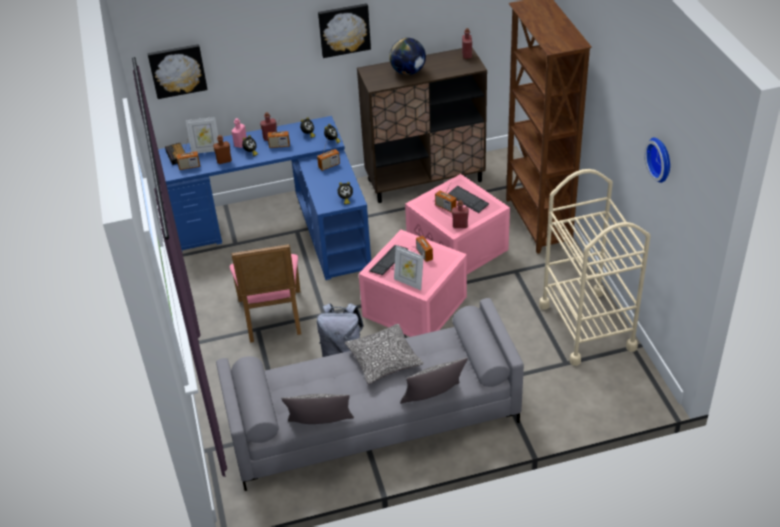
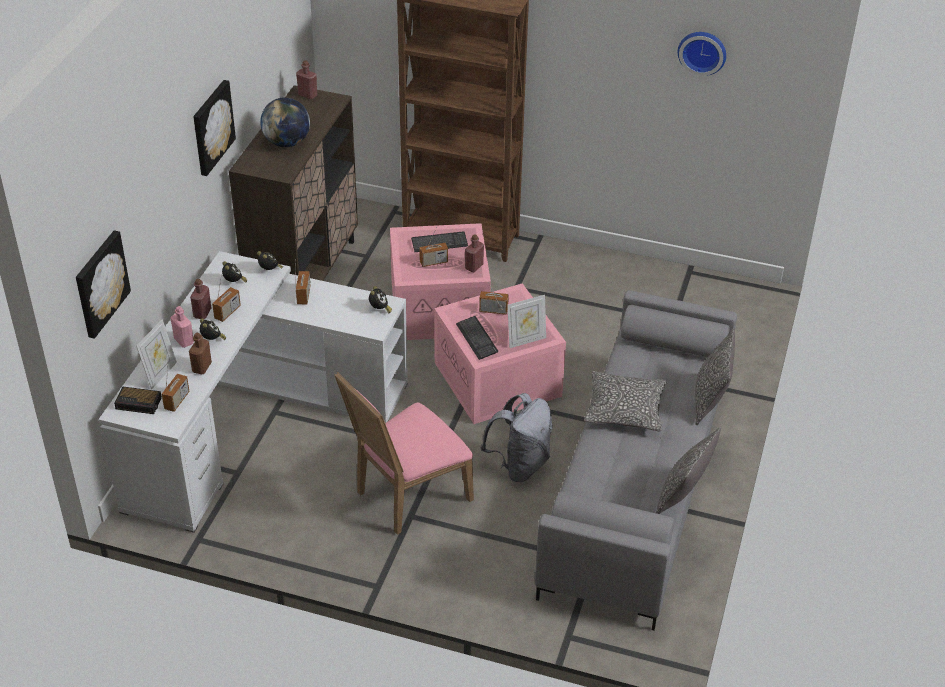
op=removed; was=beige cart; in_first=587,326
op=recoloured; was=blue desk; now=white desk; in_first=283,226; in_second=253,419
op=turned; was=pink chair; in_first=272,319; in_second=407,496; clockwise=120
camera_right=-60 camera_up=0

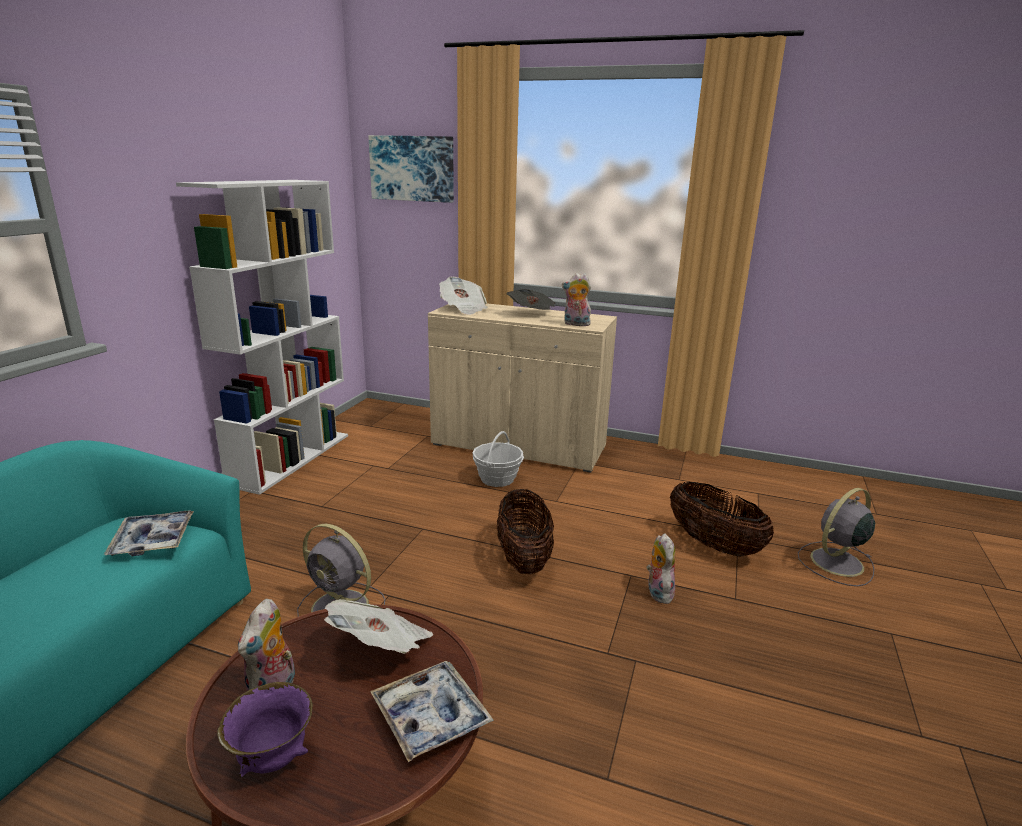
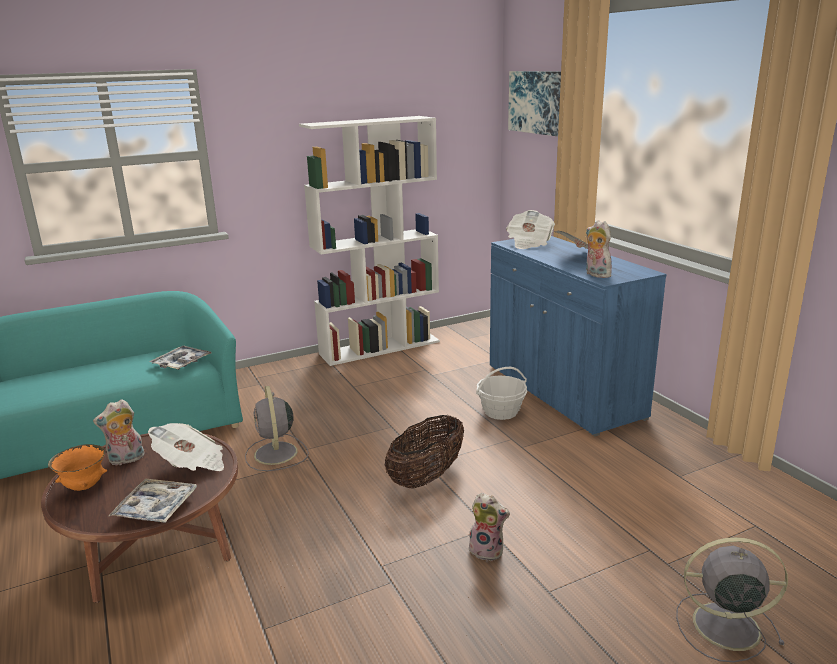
op=removed; was=basket; in_first=713,545
op=recoloured; was=purple bowl; now=orange bowl; in_first=272,759; in_second=84,487
op=recoloured; was=beige cabinet; now=blue cabinet; in_first=518,446; in_second=562,391
op=turned; was=plush toy; in_first=657,592; in_second=487,550; clockwise=75
camera_right=45 camera_up=0

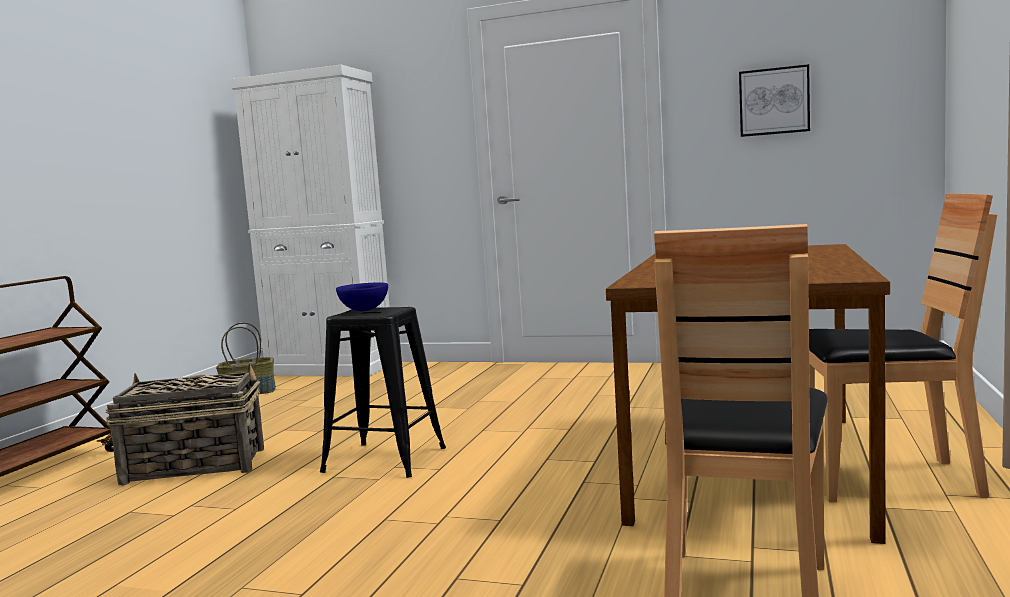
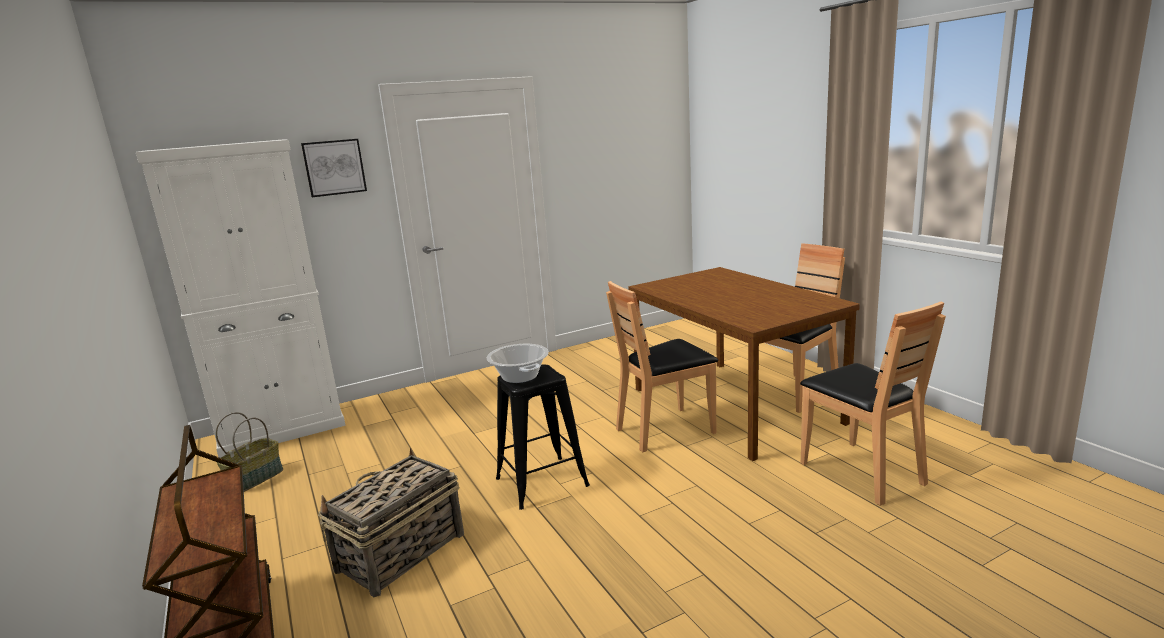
op=added; now=brown chair; in_second=665,430
op=moved; was=picture; in_first=774,101; in_second=334,167
op=replaced; was=blue bowl; now=cooking pot; in_first=364,310; in_second=520,376
camera_right=-45 camera_up=10

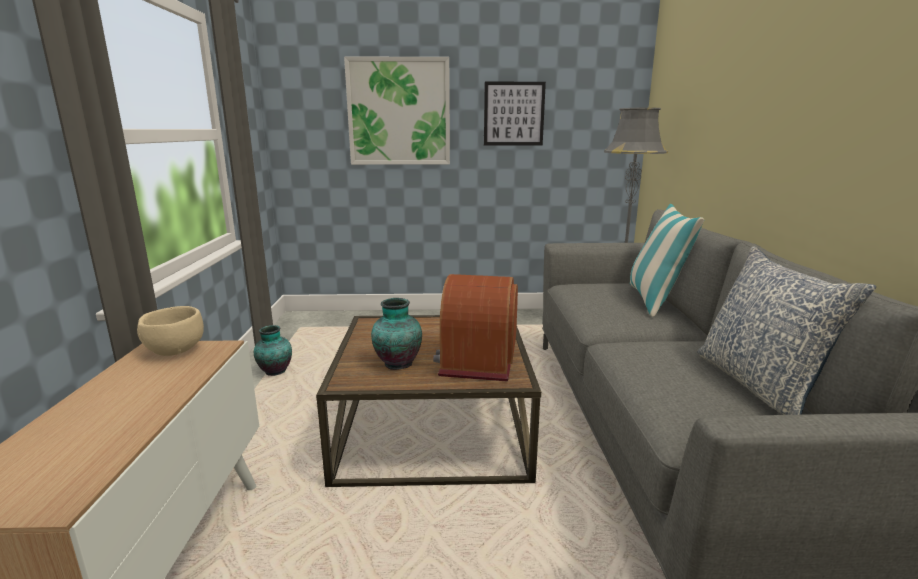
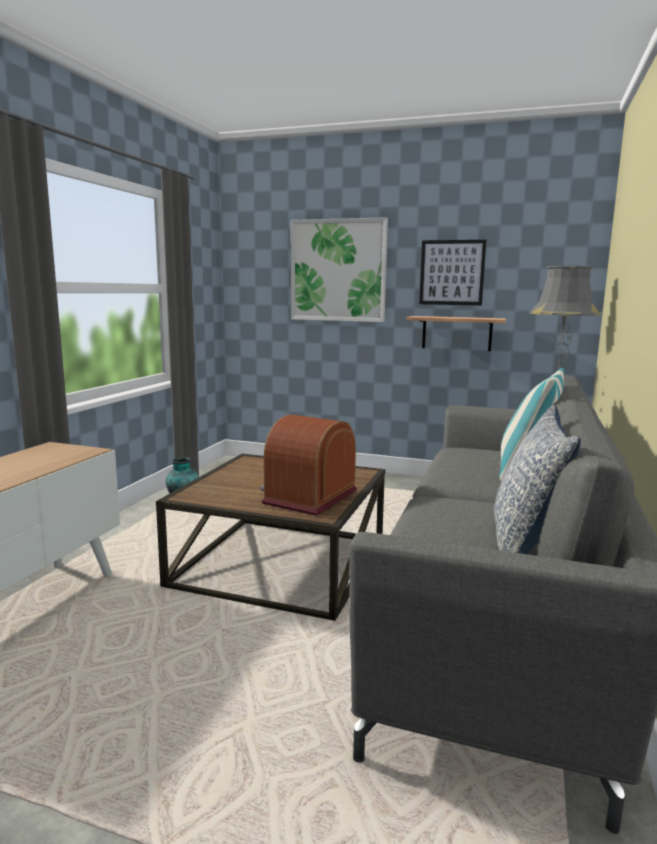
op=removed; was=beige bowl; in_first=175,351
op=removed; was=vase; in_first=397,363
op=added; now=shelf; in_second=456,333
camera_right=20 camera_up=-5

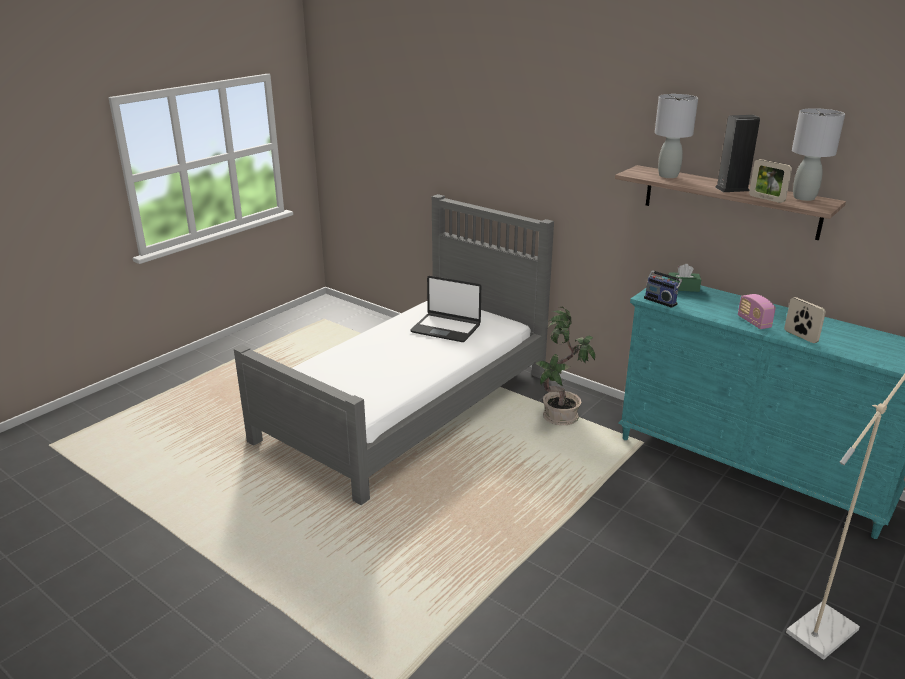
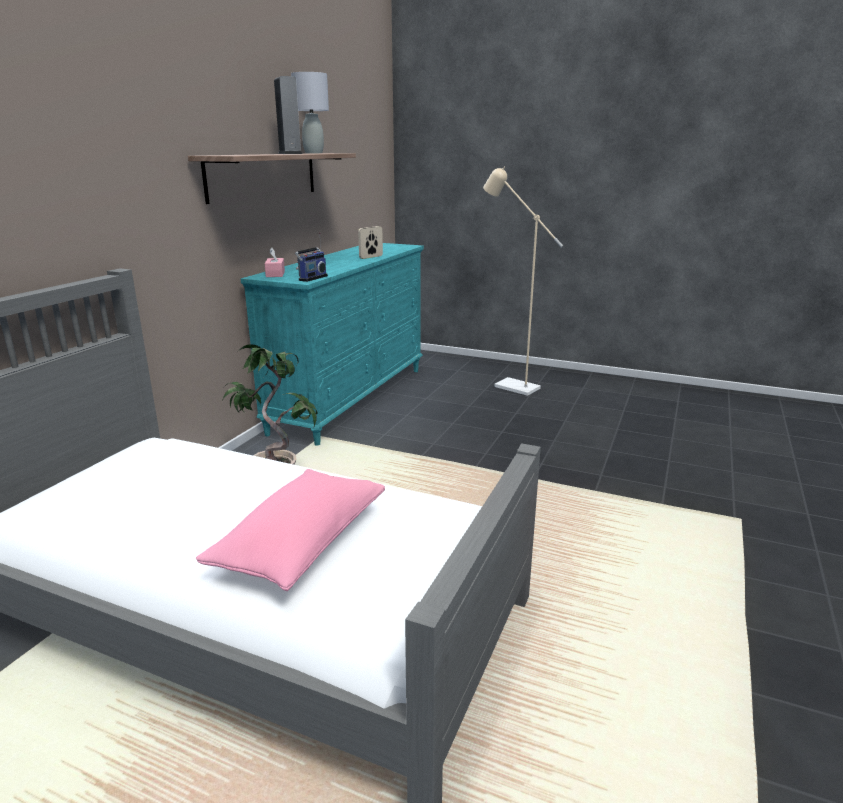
op=removed; was=laptop; in_first=446,328
op=removed; was=grey table lamp; in_first=668,176
op=removed; was=radio; in_first=753,322
op=removed; was=picture frame; in_first=766,199
op=added; now=pink pillow; in_second=301,544
op=recoloured; was=green tissue box; now=pink tissue box; in_first=683,288; in_second=275,274
camera_right=-105 camera_up=-5

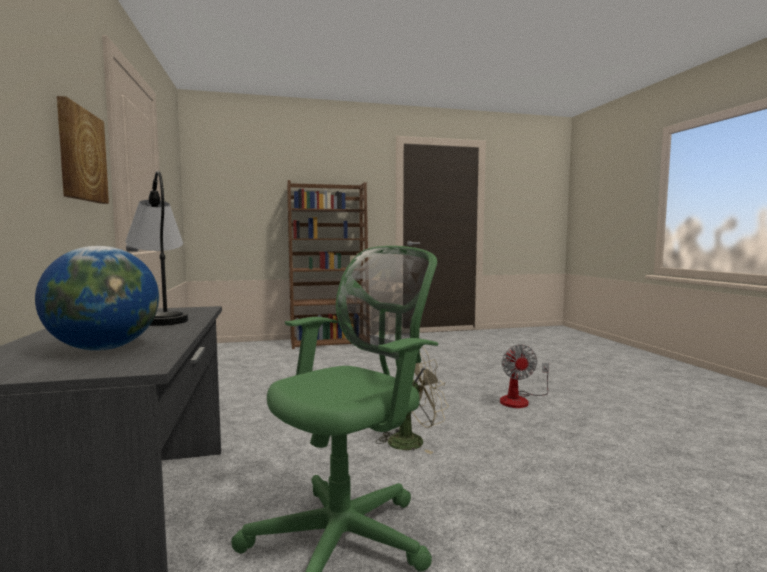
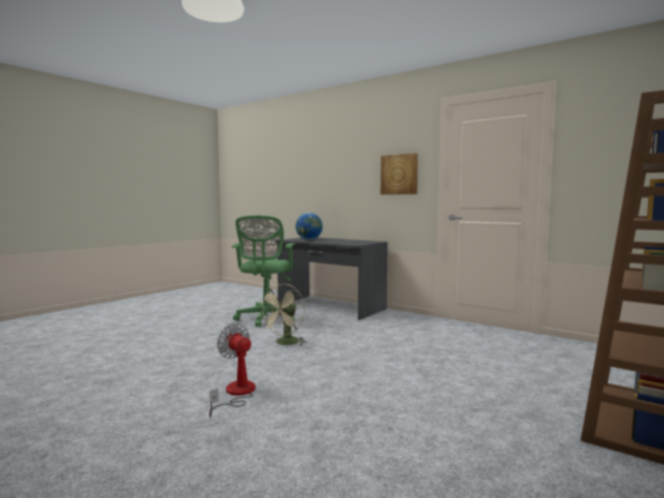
op=removed; was=table lamp; in_first=162,317
camera_right=140 camera_up=0

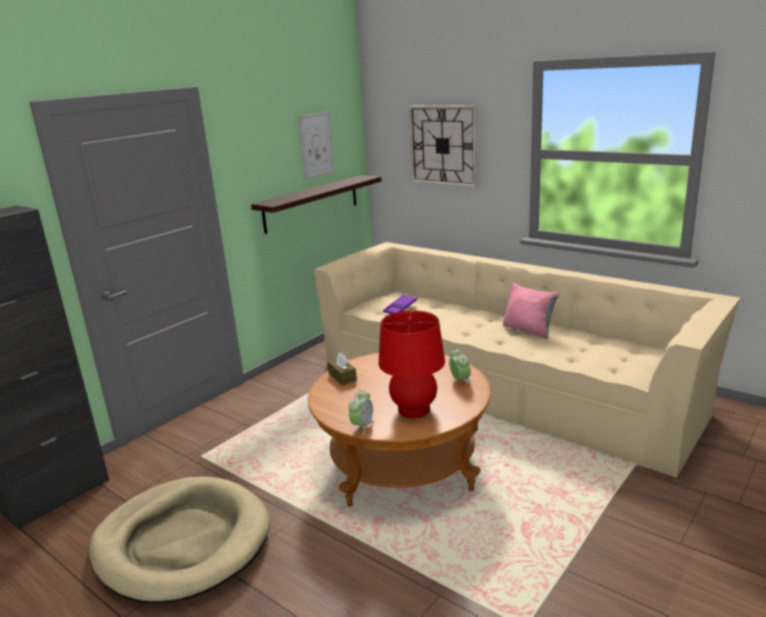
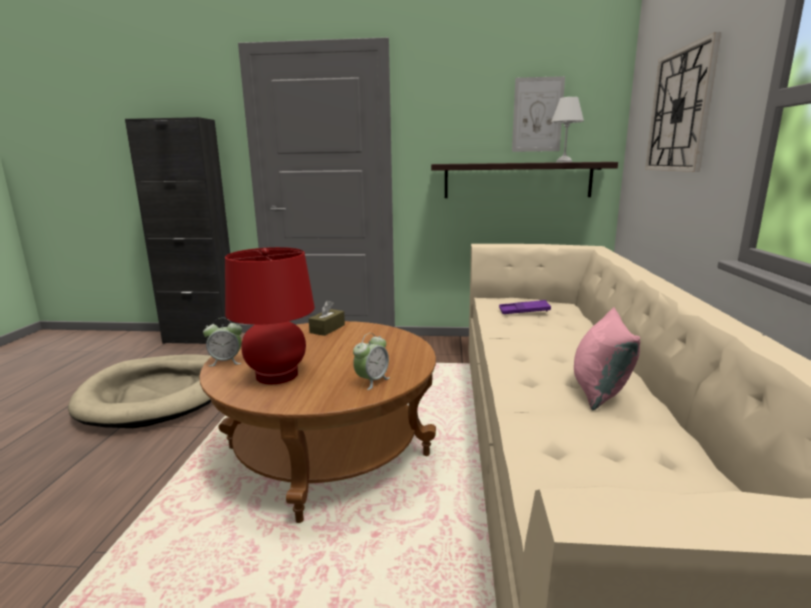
op=added; now=white table lamp; in_second=563,162
camera_right=55 camera_up=-5

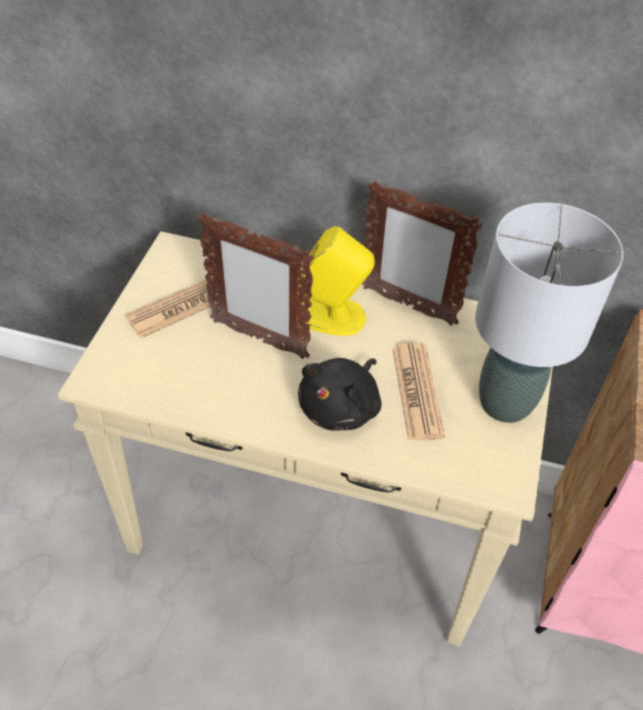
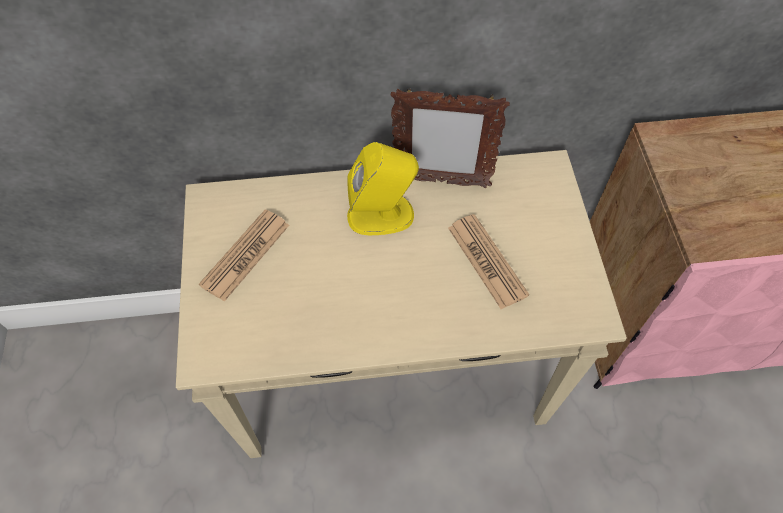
op=removed; was=picture frame; in_first=258,339
op=removed; was=black plush toy; in_first=341,407
op=removed; was=grey table lamp; in_first=506,403
camera_right=-20 camera_up=10

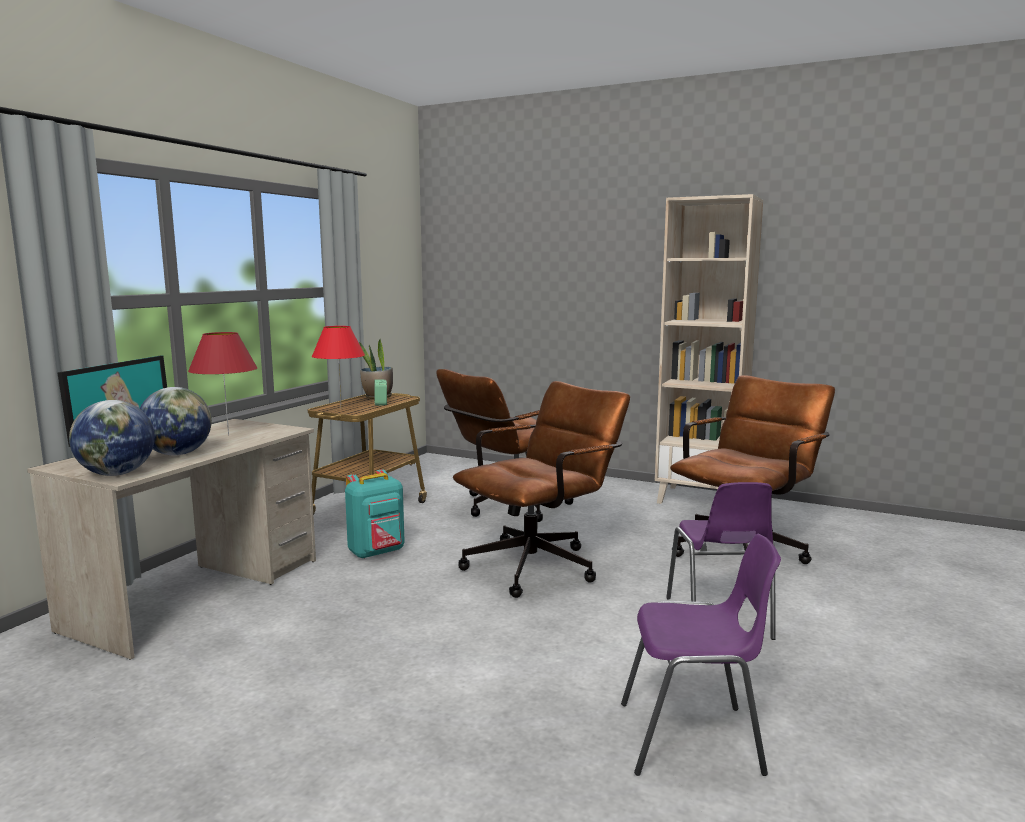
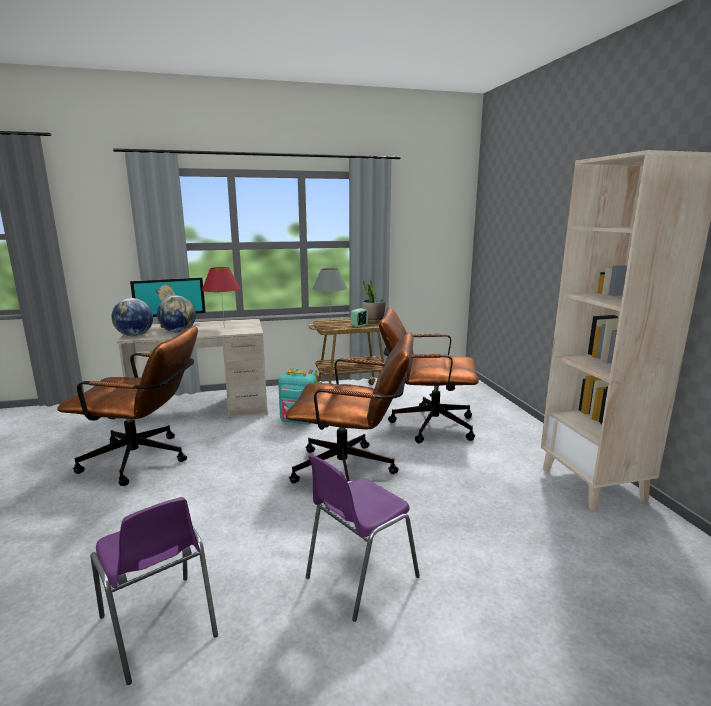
op=moved; was=brown office chair; in_first=744,549; in_second=144,460
op=recoloured; was=red table lamp; now=grey table lamp; in_first=341,409; in_second=330,324
camera_right=50 camera_up=5

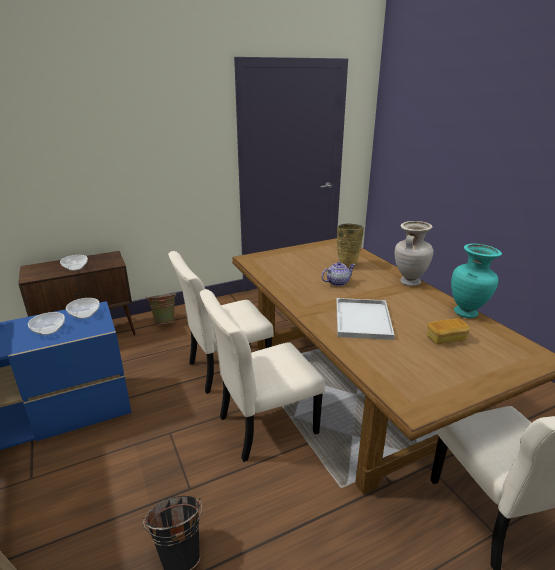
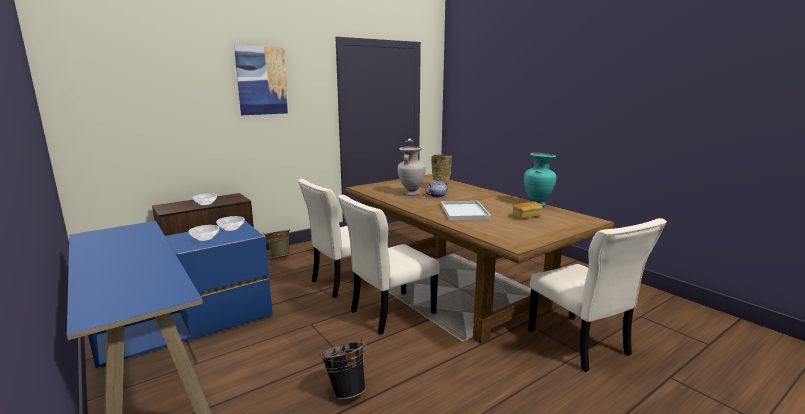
op=added; now=picture; in_second=262,81
op=moved; was=beige vase; in_first=409,282; in_second=411,194
camera_right=-10 camera_up=-10

